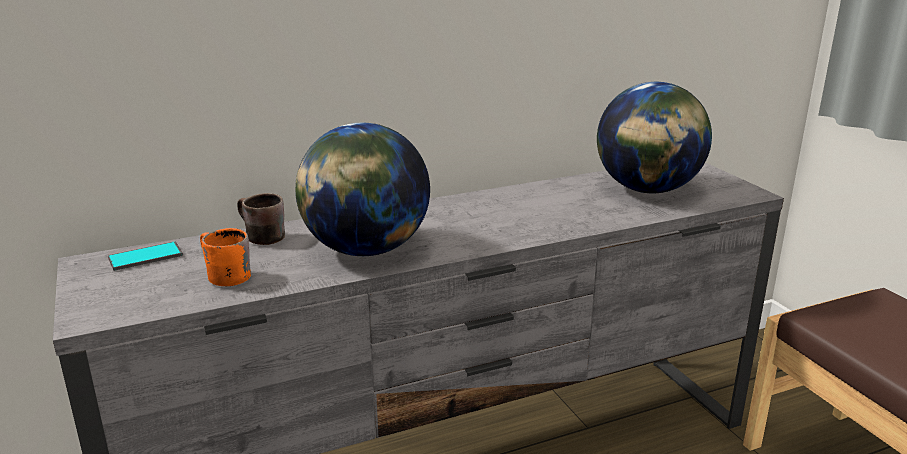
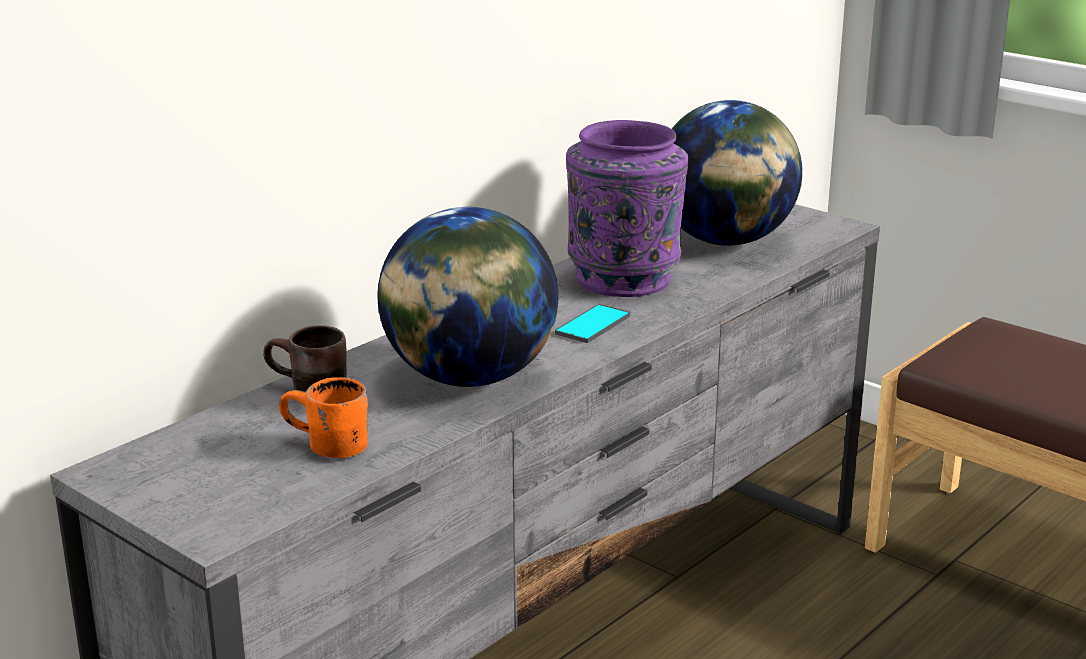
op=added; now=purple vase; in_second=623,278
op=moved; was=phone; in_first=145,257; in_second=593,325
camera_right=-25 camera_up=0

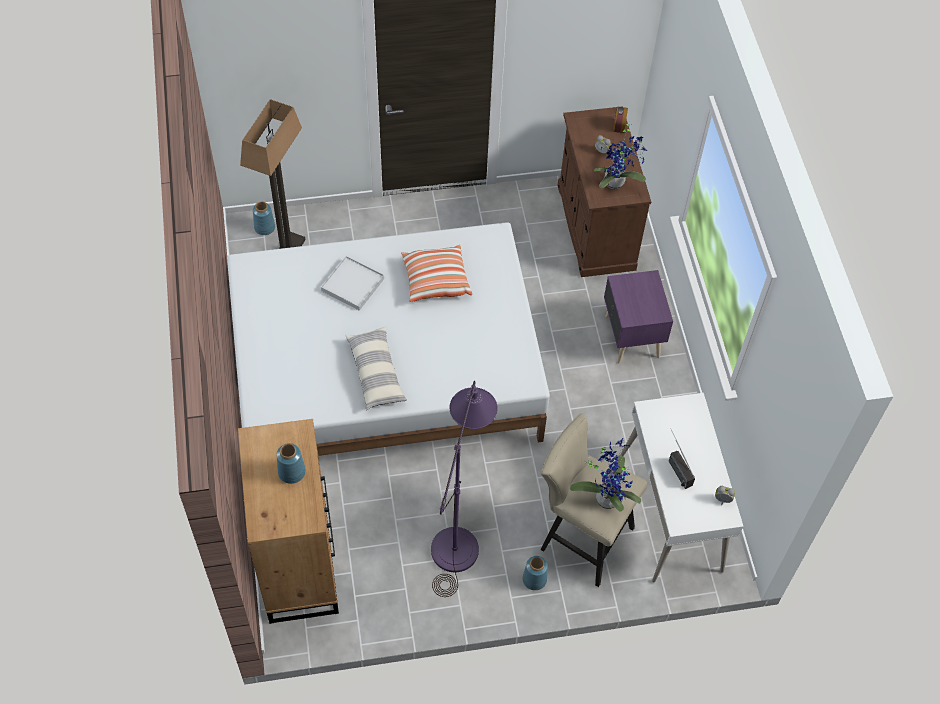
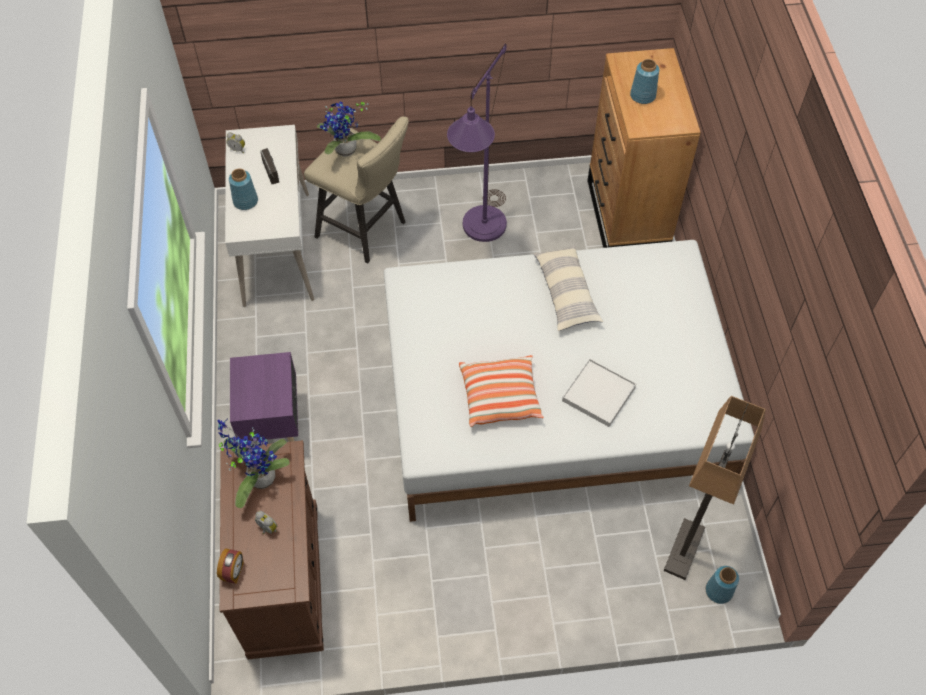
op=moved; was=blue vase; in_first=534,579; in_second=246,201
camera_right=-175 camera_up=0

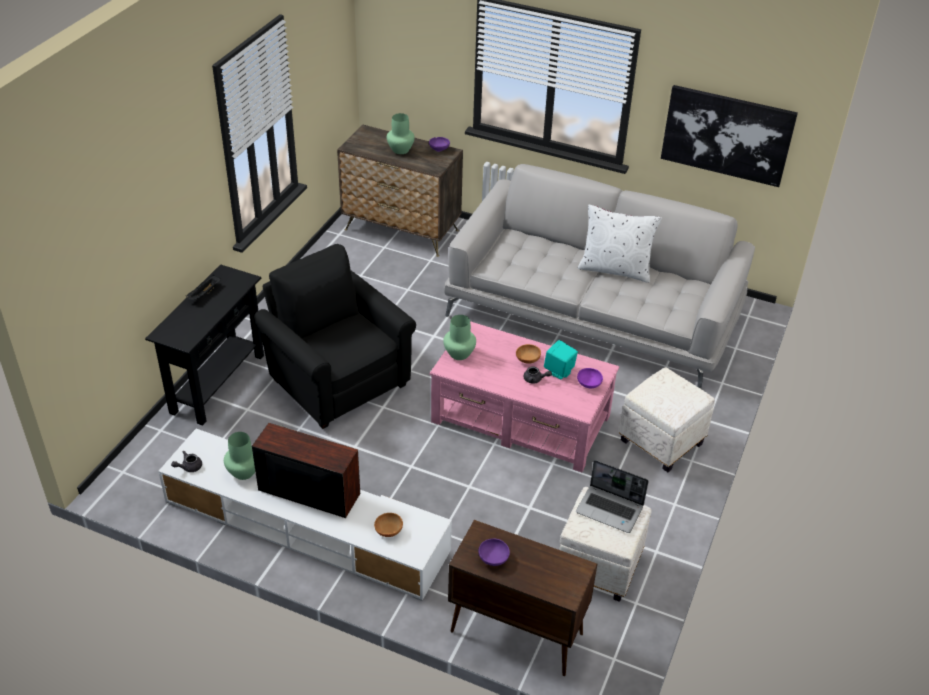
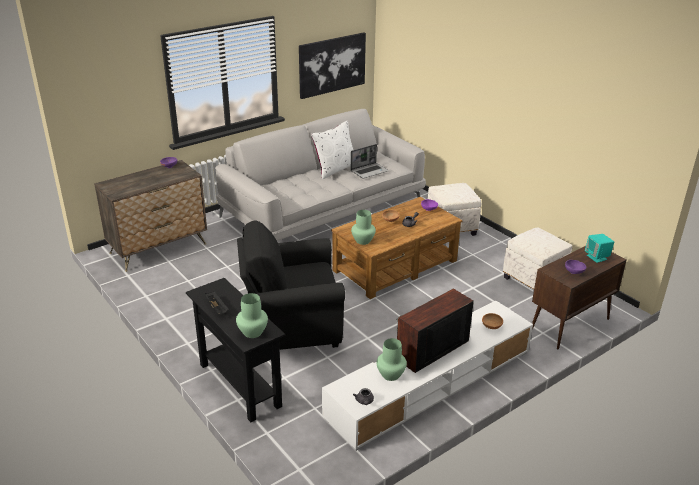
op=moved; was=green vase; in_first=401,150; in_second=253,332
op=moved; was=turquoise speaker; in_first=559,371; in_second=597,257
op=moved; was=laptop; in_first=610,510; in_second=369,171
op=recoloured; was=pink coffee table; now=brown coffee table; in_first=521,419; in_second=396,265
camera_right=-60 camera_up=-10

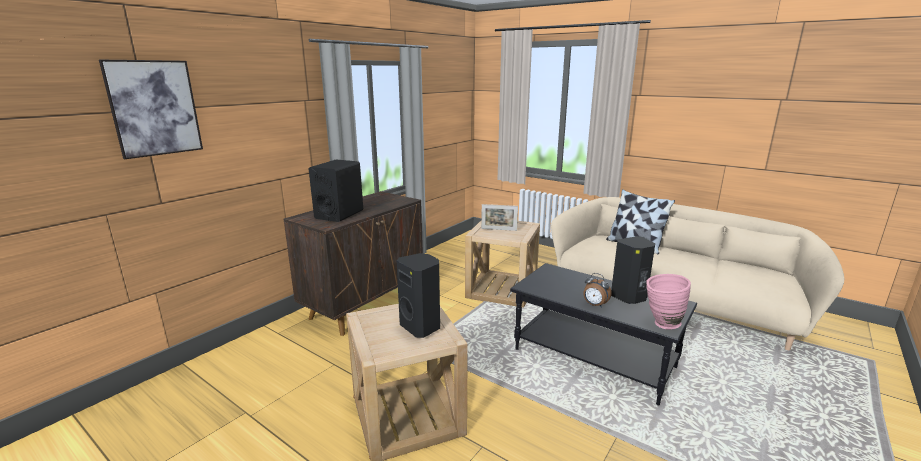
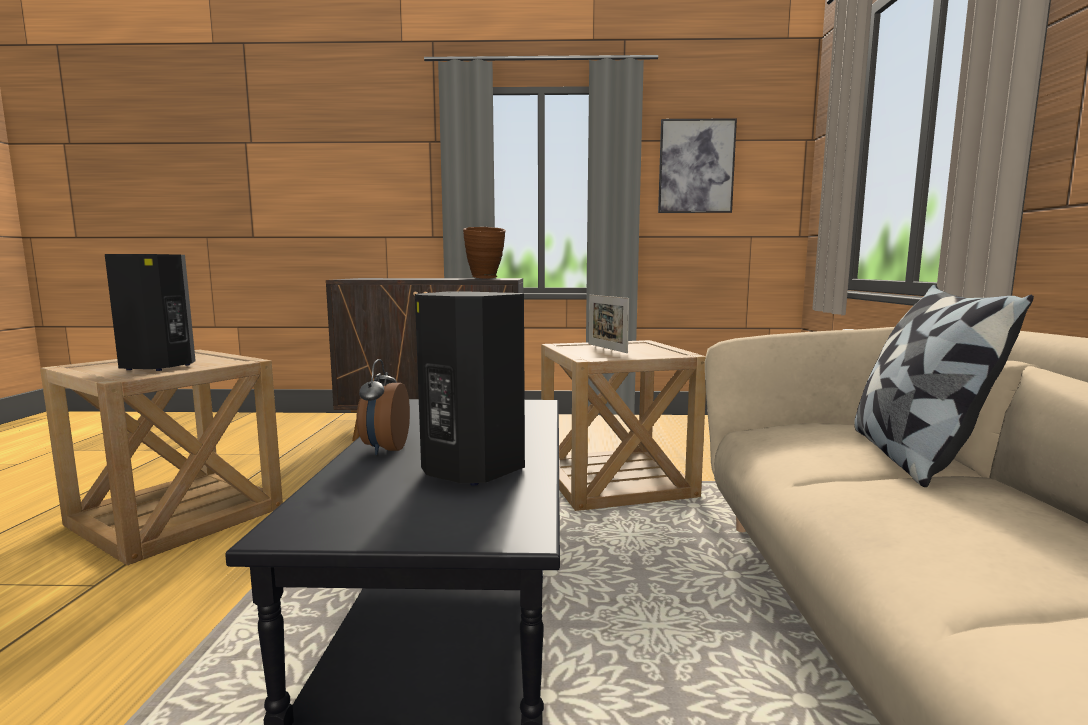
op=removed; was=black speaker; in_first=339,214
op=removed; was=pink vase; in_first=661,324
op=added; now=brown vase; in_second=485,278
op=moved; was=picture; in_first=154,108; in_second=696,166
camera_right=55 camera_up=-10

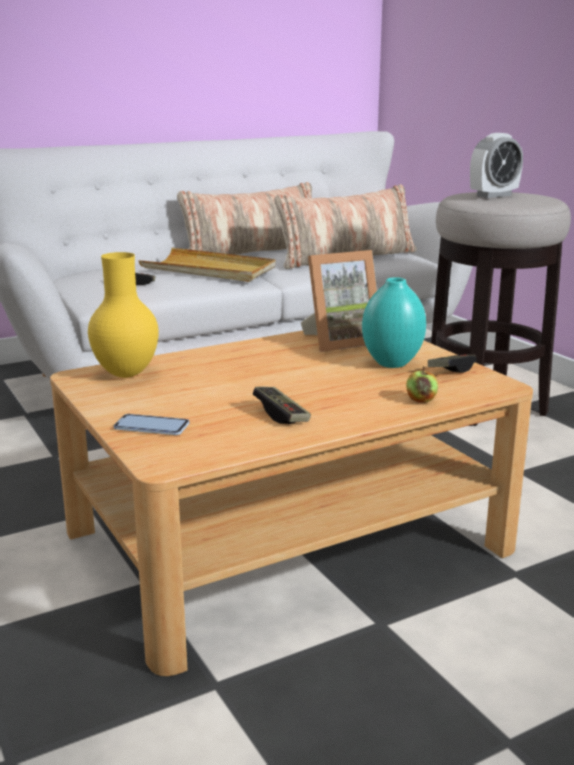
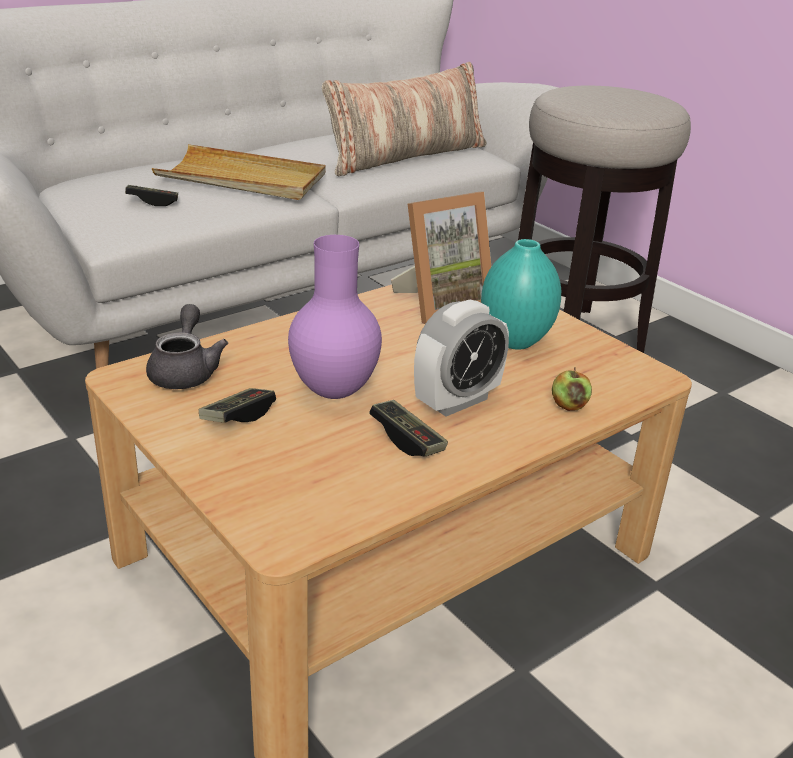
op=removed; was=phone; in_first=151,426
op=removed; was=pillow; in_first=252,252
op=added; now=purple vase; in_second=335,391
op=moved; was=game controller; in_first=451,370; in_second=238,417
op=moved; was=alarm clock; in_first=493,195; in_second=457,401
op=replaced; was=yellow vase; now=grey teapot; in_first=125,374; in_second=185,371
camera_right=-10 camera_up=10

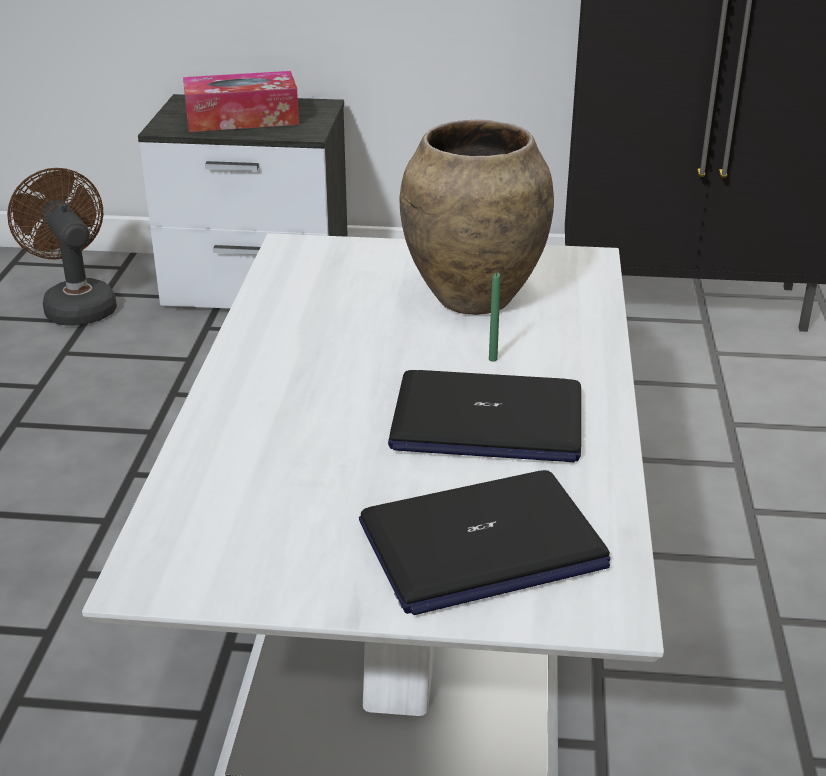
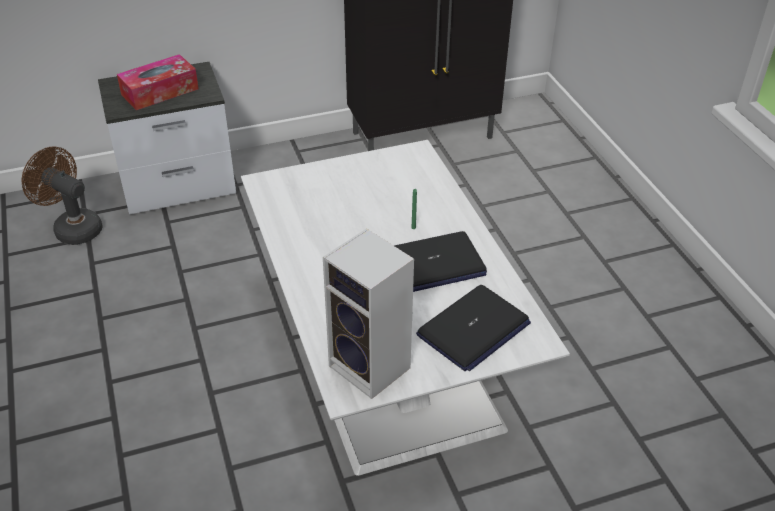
op=removed; was=brown vase; in_first=473,299
op=added; now=speaker; in_second=373,367
camera_right=-25 camera_up=10

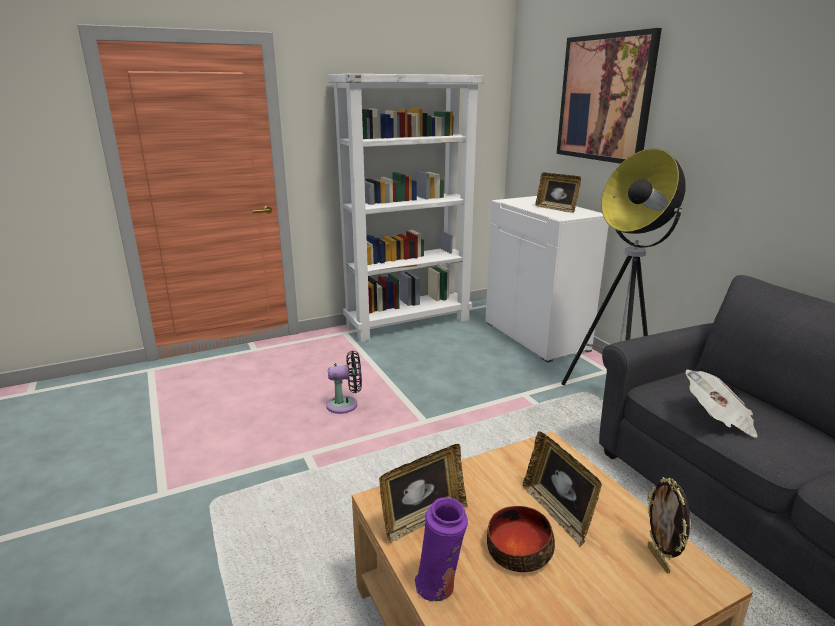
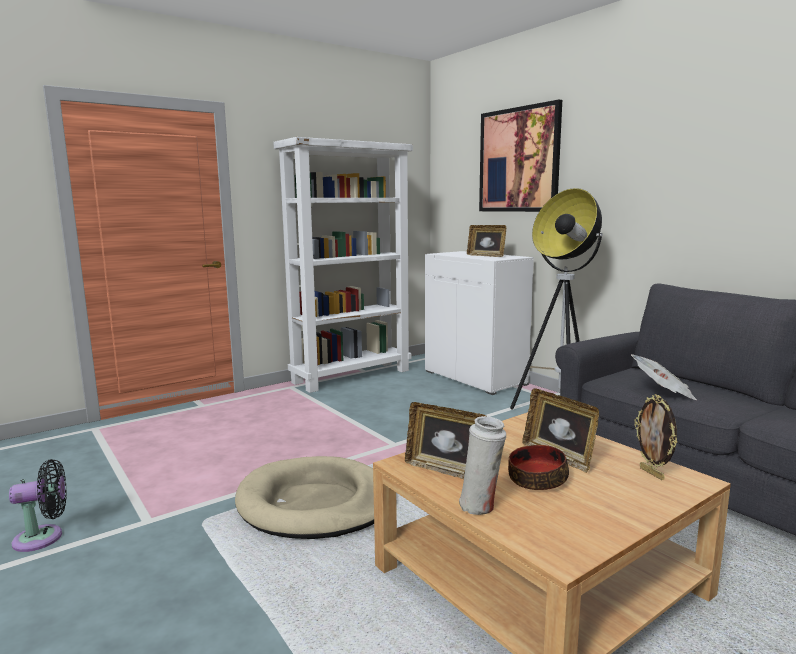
op=added; now=beige dog bed; in_second=315,503
op=moved; was=black fan; in_first=345,405; in_second=43,538
op=recoloured; was=purple vase; now=white vase; in_first=439,587; in_second=481,507
op=turned; was=picture frame; in_first=423,519; in_second=446,470; clockwise=75
camera_right=-10 camera_up=-10

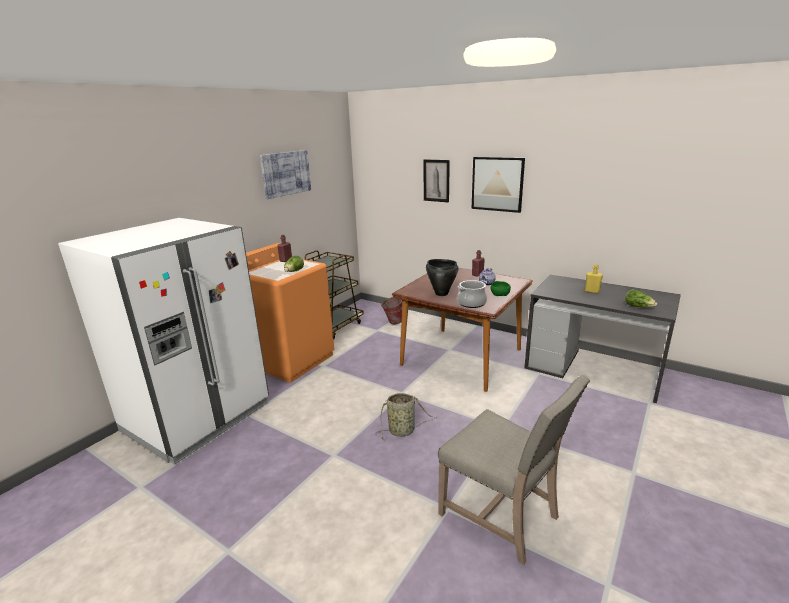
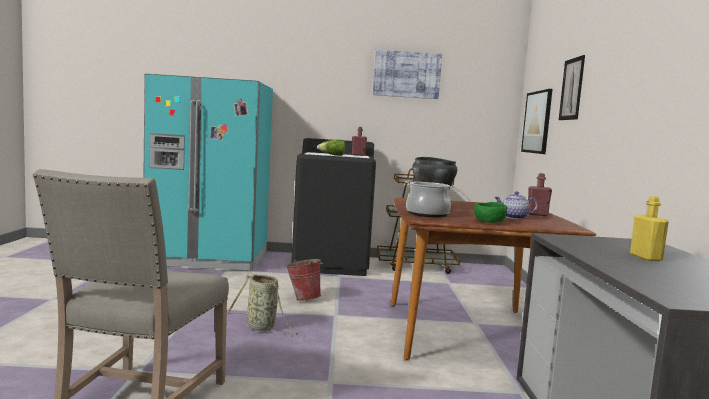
op=removed; was=lettuce; in_first=638,307
op=moved; was=bucket; in_first=392,322; in_second=303,298
op=moved; was=picture; in_first=497,184; in_second=537,122
op=recoloured; was=white fridge; now=turquoise fridge; in_first=197,417; in_second=209,258
op=recoloured; was=orange washing machine; now=black washing machine; in_first=290,359; in_second=331,264
camera_right=55 camera_up=-15

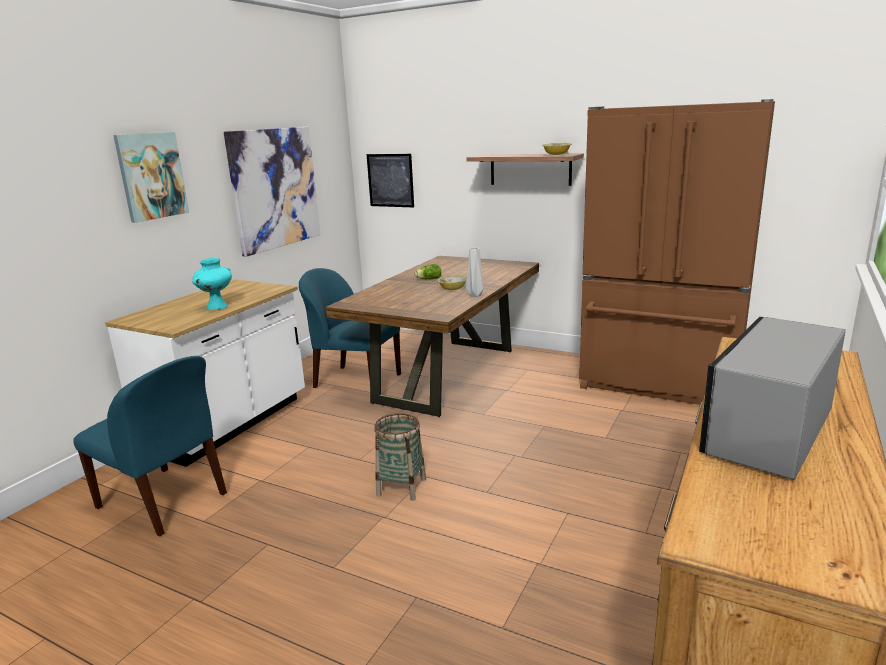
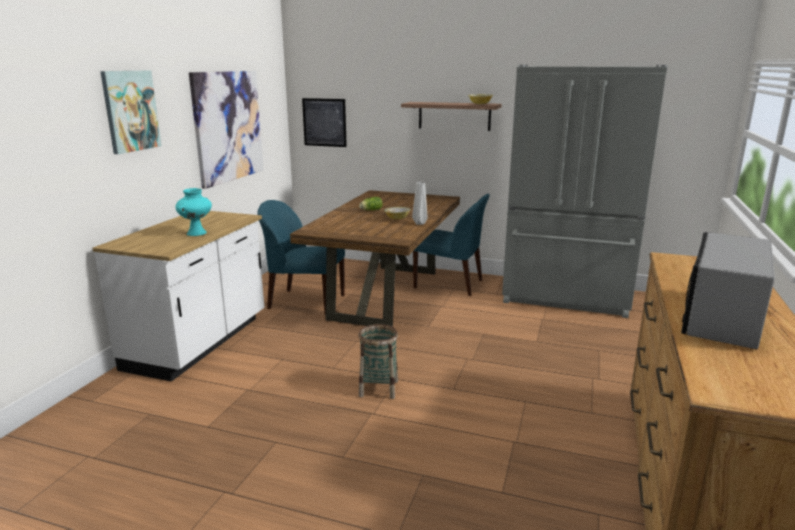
op=moved; was=blue chair; in_first=164,501; in_second=450,284
op=recoloured; was=brown fridge; now=grey fridge; in_first=659,384; in_second=566,298
camera_right=-10 camera_up=0

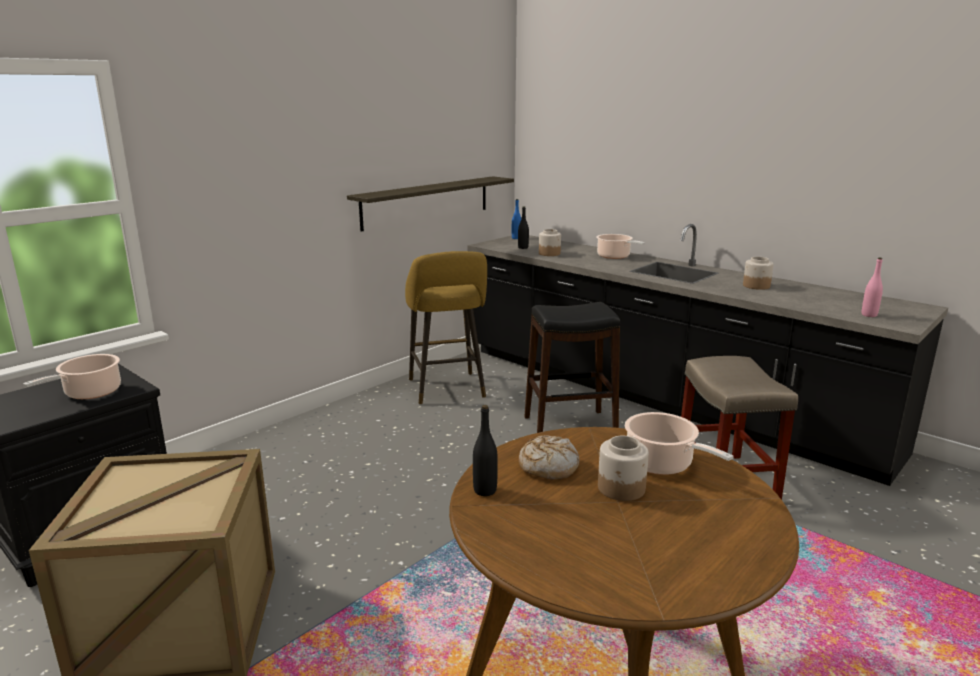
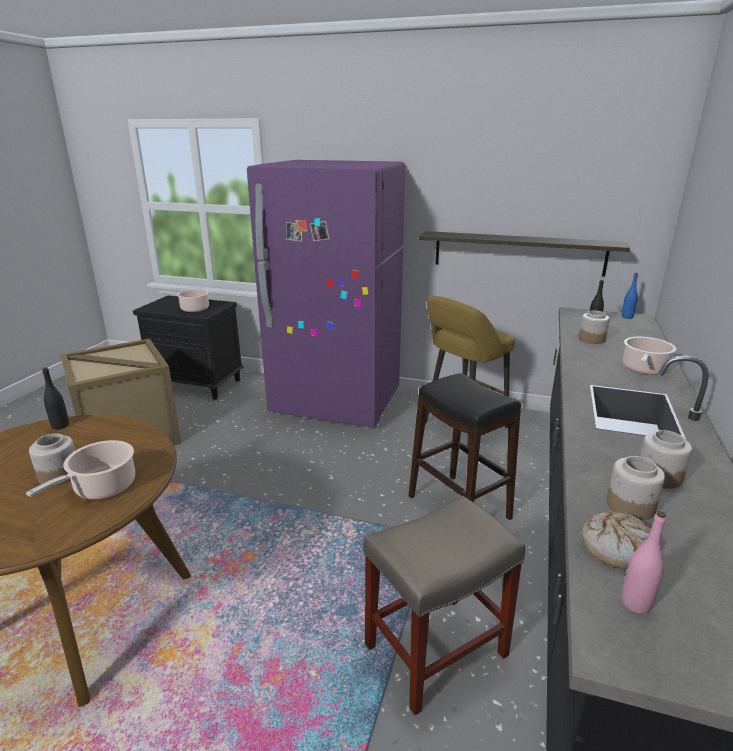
op=added; now=purple fridge; in_second=336,404
op=added; now=jar; in_second=631,506
op=moved; was=bread; in_first=548,466; in_second=617,547
camera_right=65 camera_up=5

